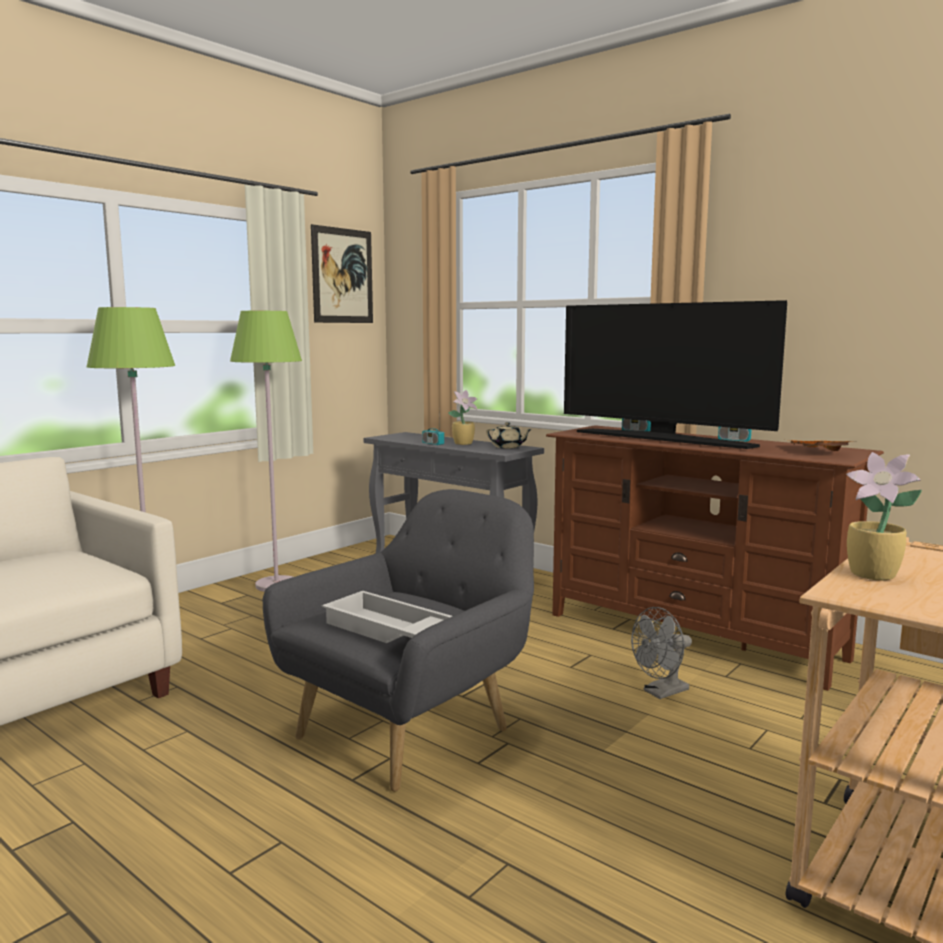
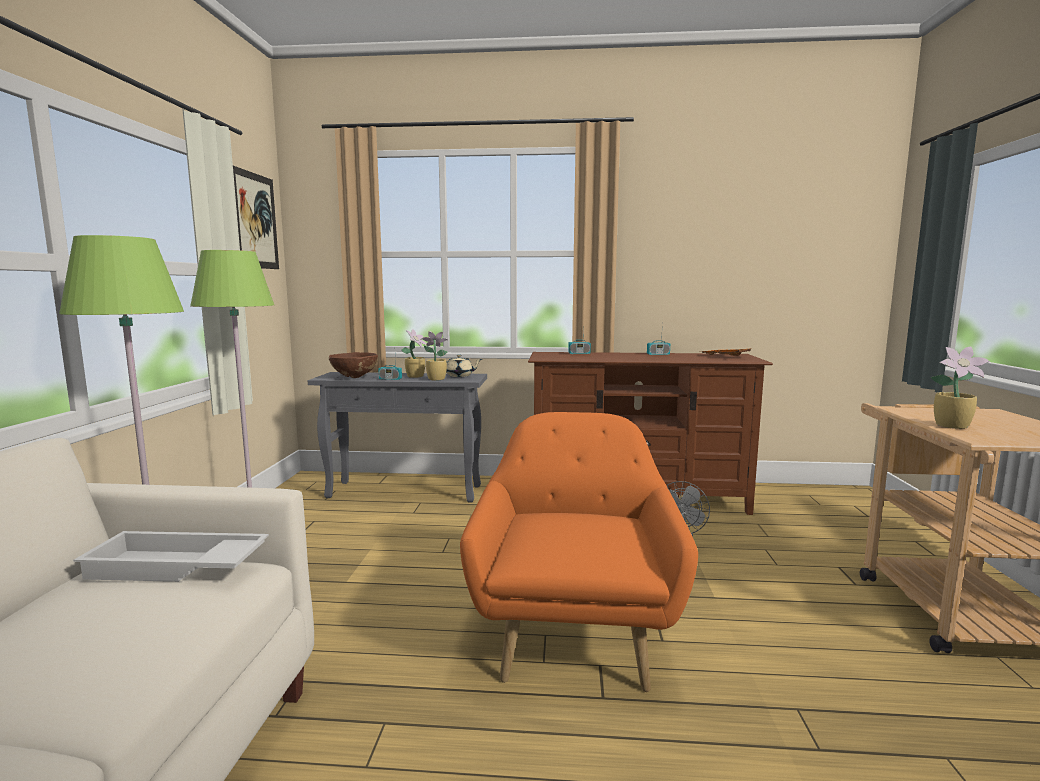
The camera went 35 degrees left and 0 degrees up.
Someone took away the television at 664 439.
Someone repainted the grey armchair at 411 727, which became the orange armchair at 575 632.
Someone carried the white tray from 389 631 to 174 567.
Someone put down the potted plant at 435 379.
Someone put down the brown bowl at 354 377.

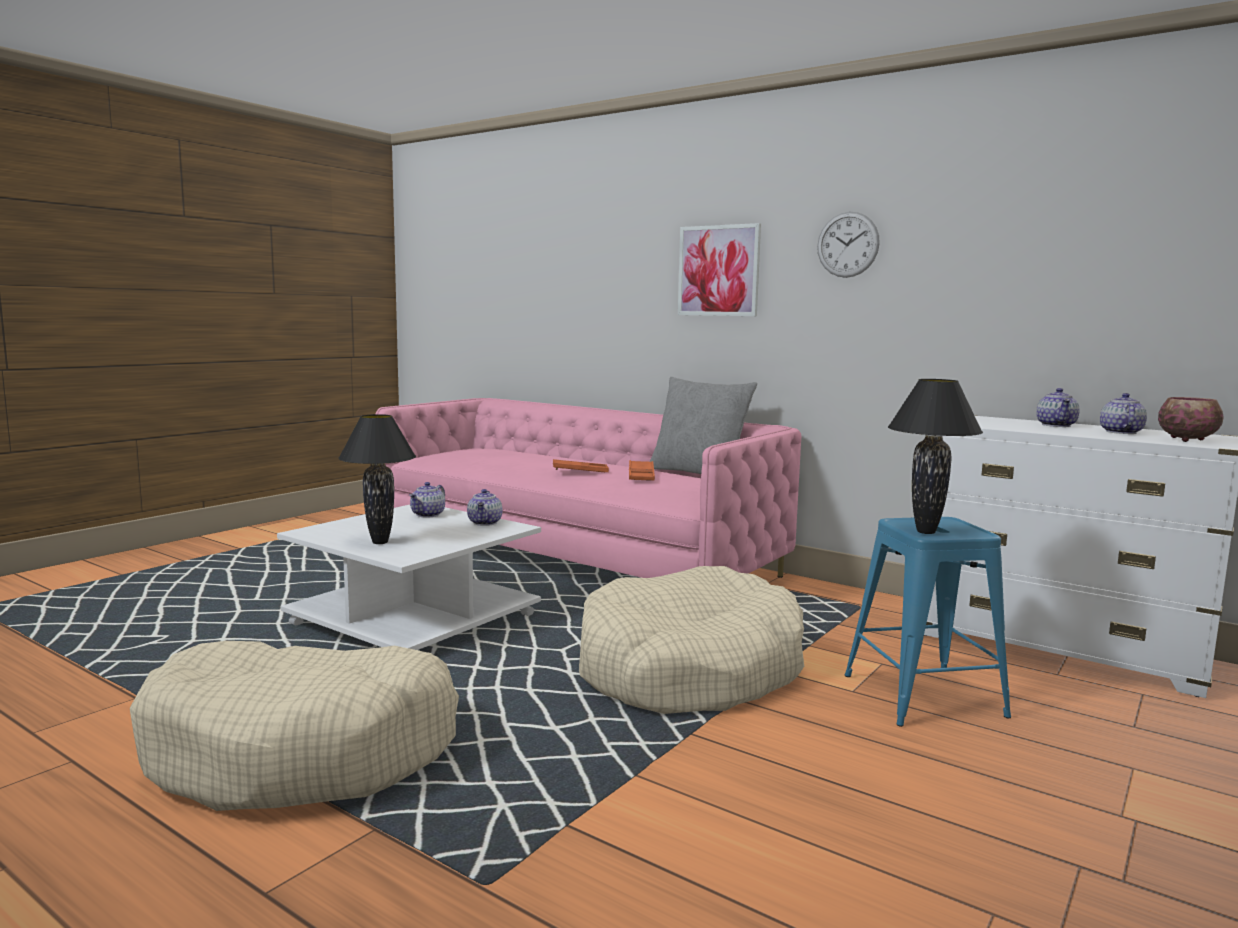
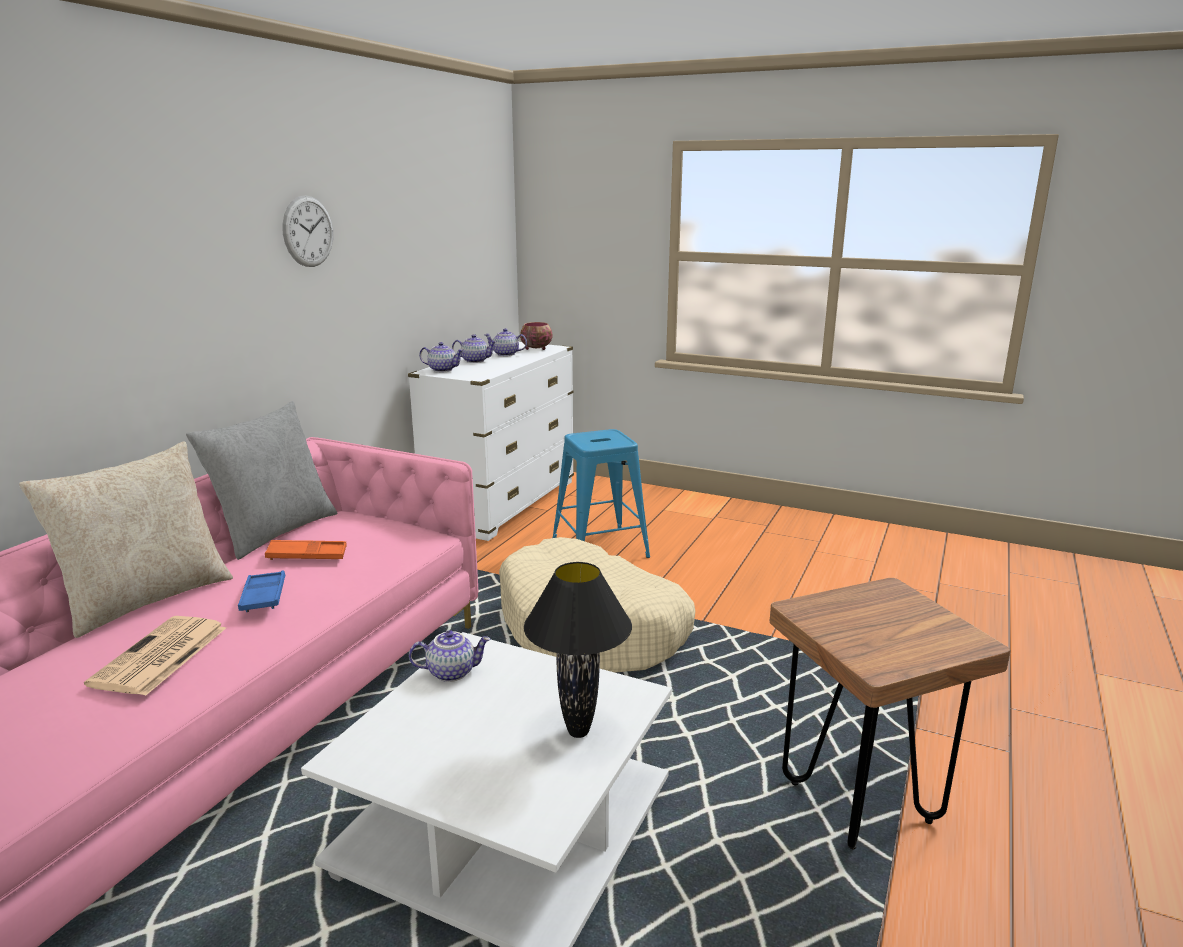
The camera went 100 degrees left and 10 degrees up.
Someone took away the picture at 718 271.
Someone took away the black table lamp at 926 532.
Someone repainted the orange tray at 580 471, which became the blue tray at 263 596.
Someone carried the teapot from 428 514 to 442 370.
Someone swapped the beige dog bed at 304 752 for the brown stool at 860 803.
Someone put down the beige pillow at 147 599.
Someone put down the newspaper at 159 657.

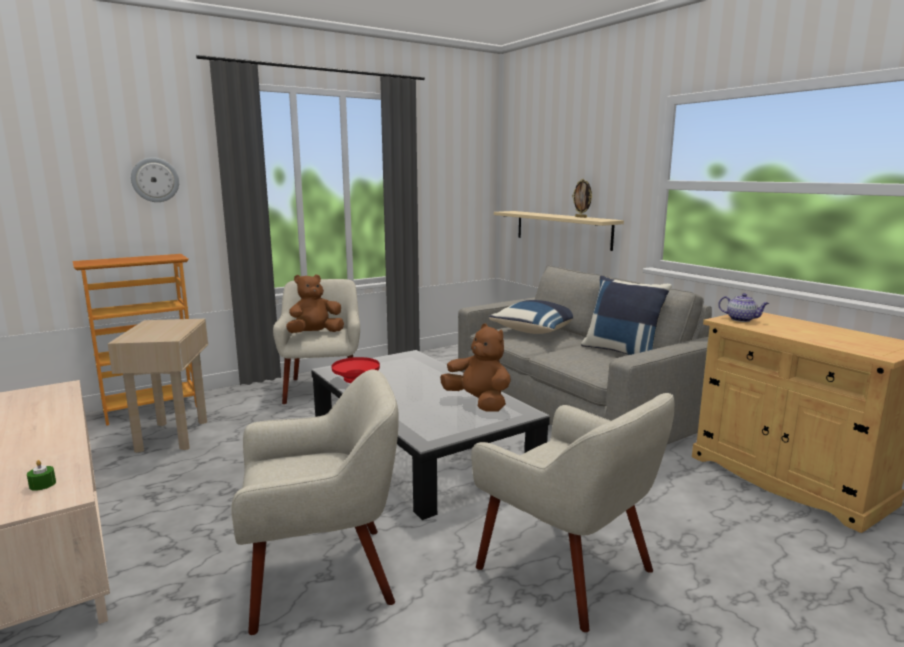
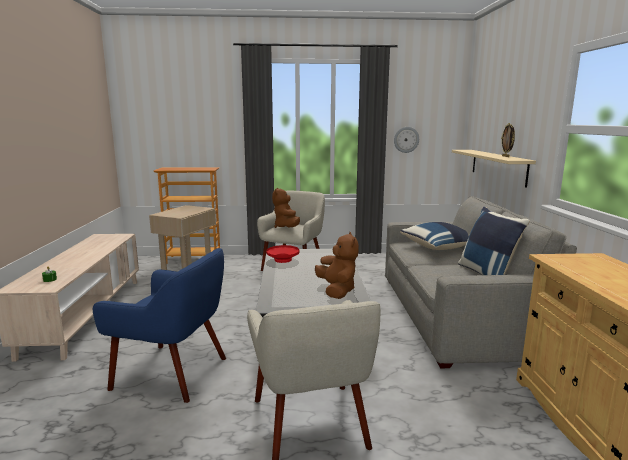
The camera went 30 degrees right and 0 degrees up.
Someone carried the wall clock from 155 180 to 406 139.
Someone rotated the brown plush toy at 315 334 by 90 degrees counterclockwise.
Someone took away the teapot at 742 319.
Someone repainted the beige armchair at 323 574, which became the blue armchair at 173 372.

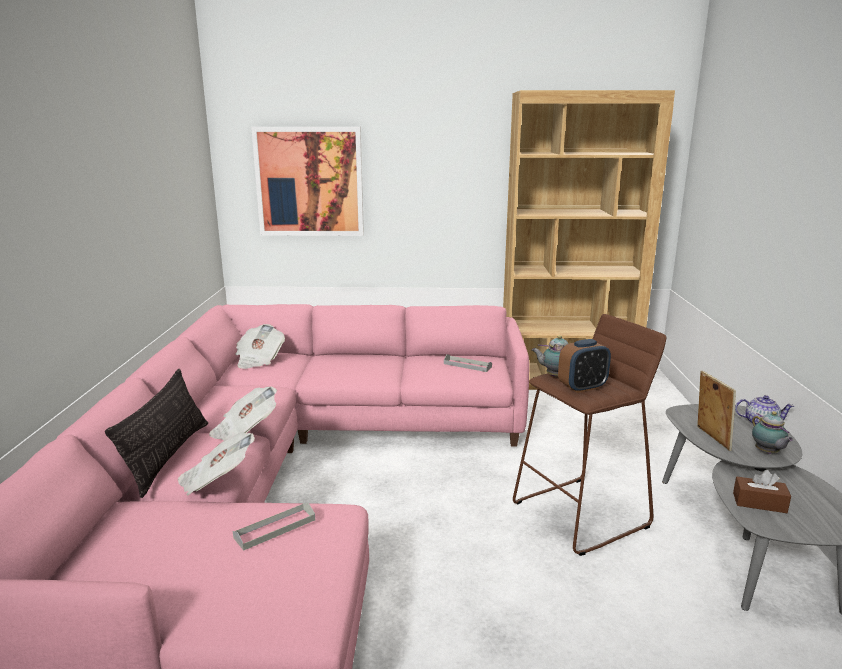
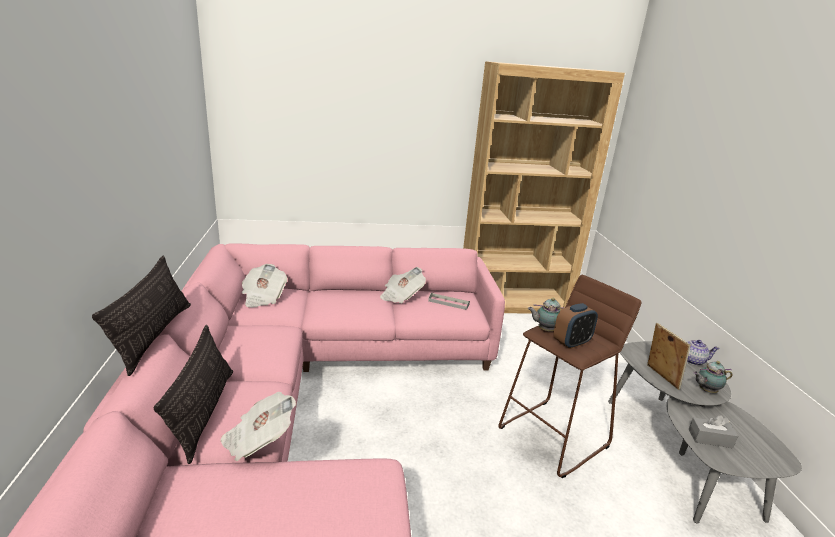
The camera went 10 degrees left and 5 degrees up.
Someone took away the picture at 309 182.
Someone carried the newspaper from 245 430 to 401 295.
Someone rotated the teapot at 767 452 by 105 degrees clockwise.
Someone repainted the brown tissue box at 759 503, which became the grey tissue box at 710 438.
Someone took away the grey tray at 275 528.
Someone put down the pillow at 154 336.

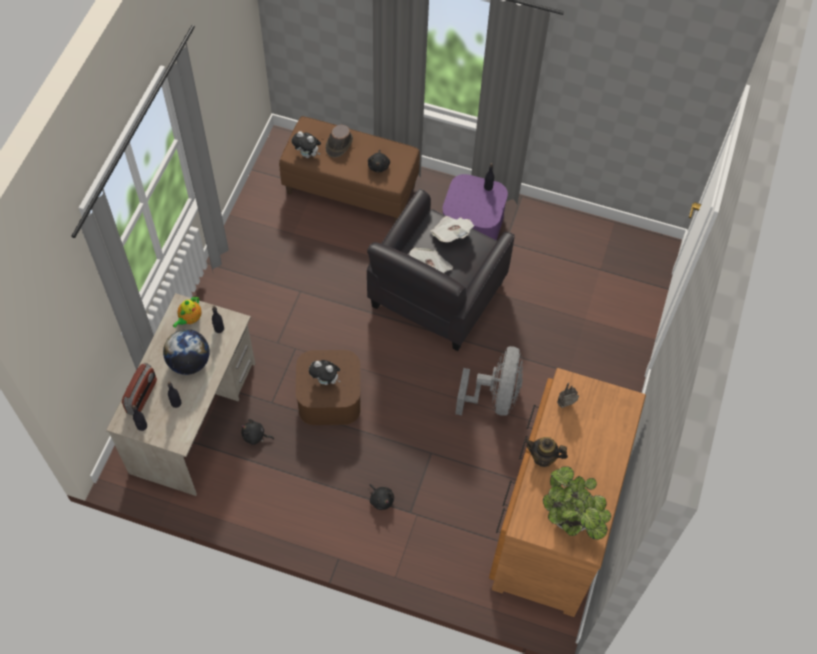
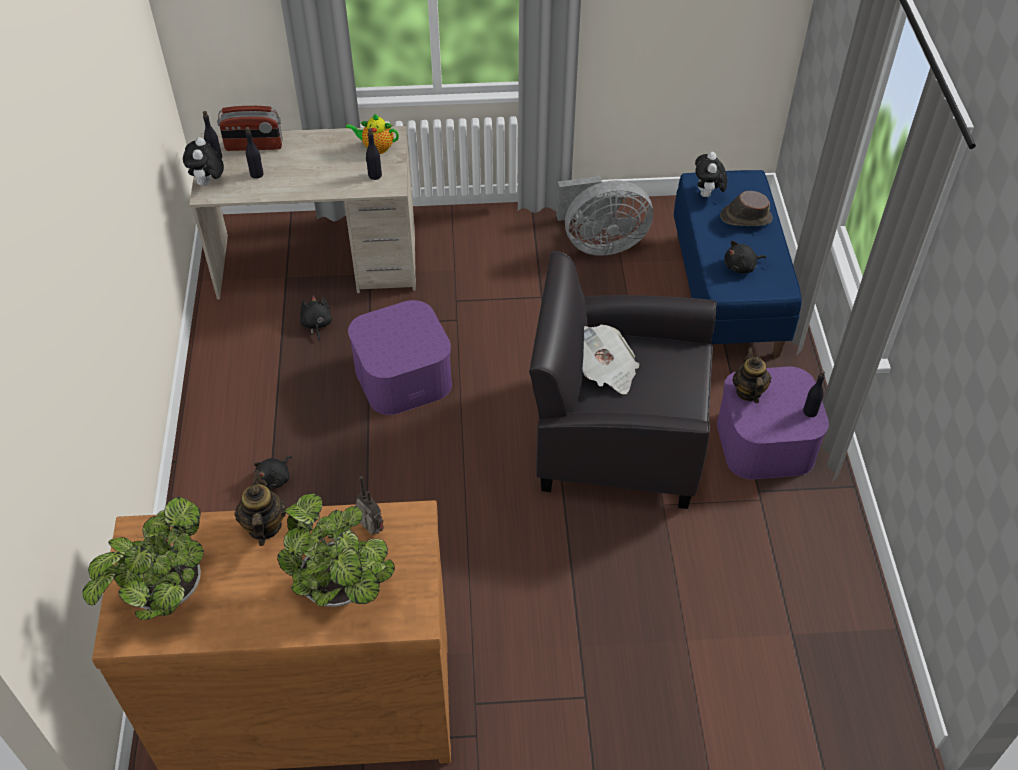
The camera went 70 degrees right and 10 degrees down.
Someone repainted the brown bench at 351 189, which became the blue bench at 727 294.
Someone took away the newspaper at 451 234.
Someone took away the globe at 189 362.
Someone carried the grey fan from 494 397 to 600 243.
Someone repainted the brown storage box at 329 396, which became the purple storage box at 403 375.
Someone carried the plush toy from 326 380 to 208 183.
Someone put down the teapot at 748 391.
Someone put down the potted plant at 342 591.

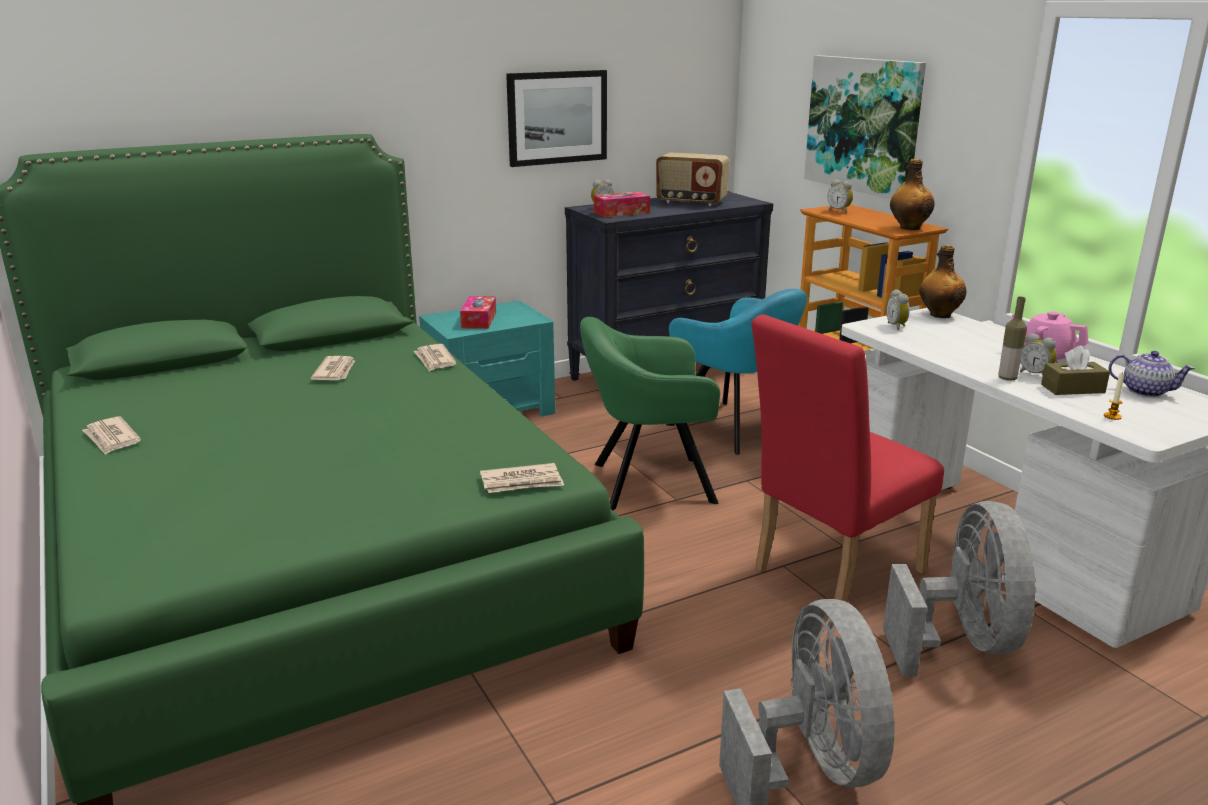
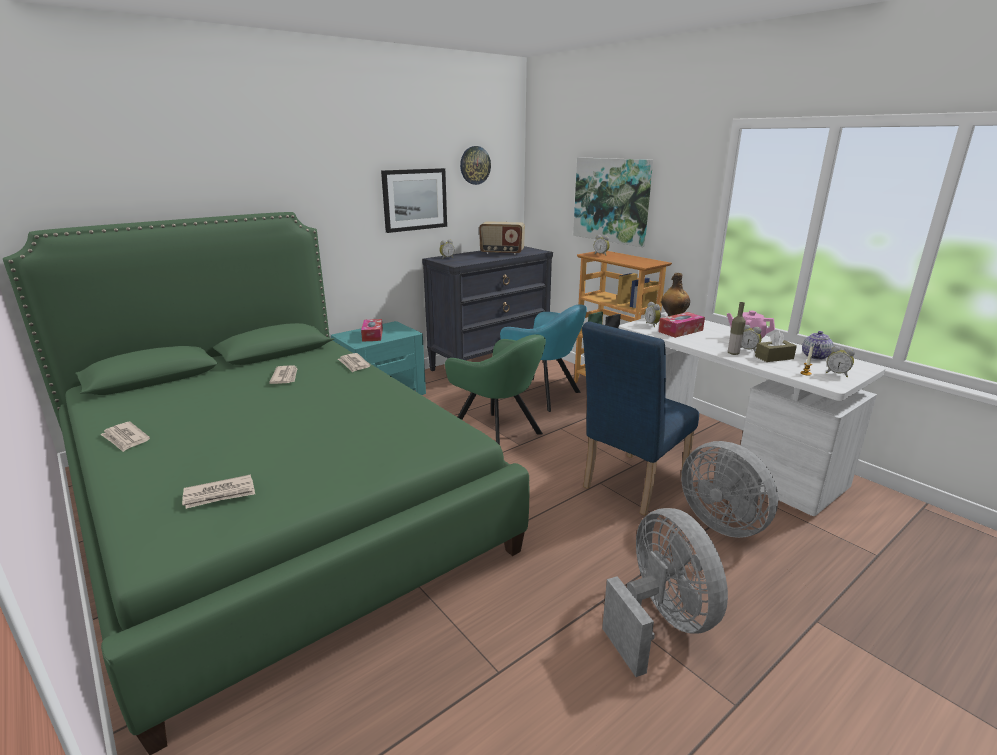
The camera went 10 degrees left and 0 degrees up.
Someone took away the bottle at 909 228.
Someone carried the tissue box from 621 212 to 680 331.
Someone repainted the red chair at 829 574, which became the blue chair at 630 485.
Someone rotated the green armchair at 647 483 by 120 degrees counterclockwise.
Someone rotated the teapot at 1145 391 by 105 degrees clockwise.
Someone carried the newspaper from 522 482 to 220 494.
Someone rotated the grey fan at 961 642 by 150 degrees clockwise.
Someone put up the wall clock at 475 165.
Someone put down the alarm clock at 837 374.

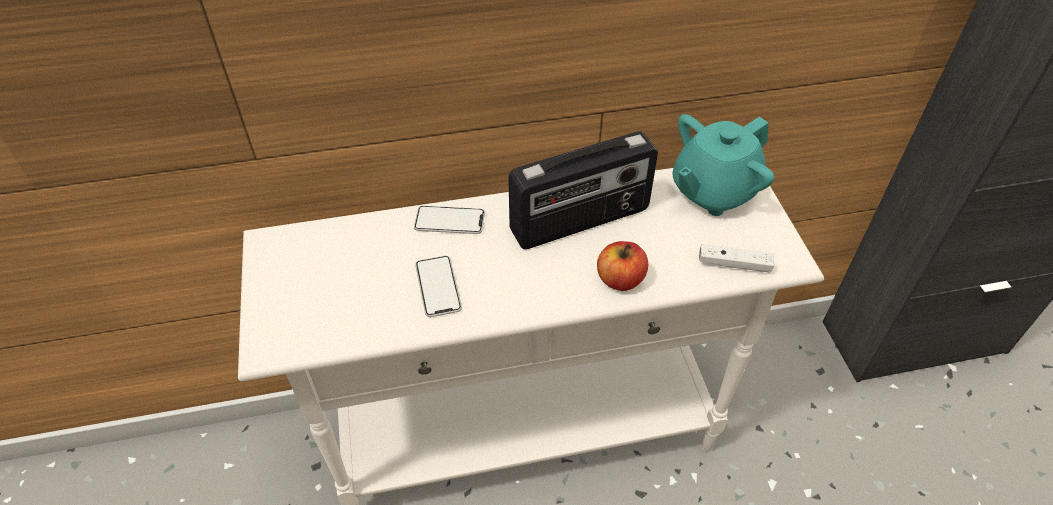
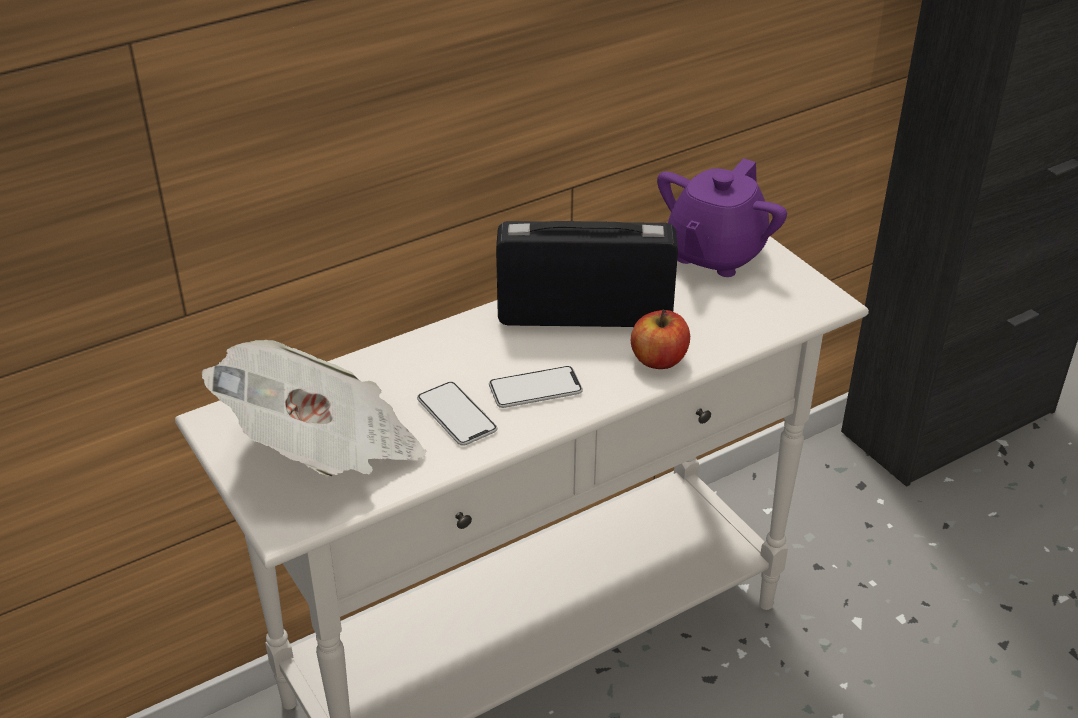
The camera went 20 degrees left and 10 degrees down.
Someone repainted the turquoise teapot at 713 191, which became the purple teapot at 714 254.
Someone rotated the radio at 580 221 by 135 degrees counterclockwise.
Someone carried the phone from 449 221 to 535 389.
Someone took away the white game controller at 734 264.
Someone put down the newspaper at 324 450.

